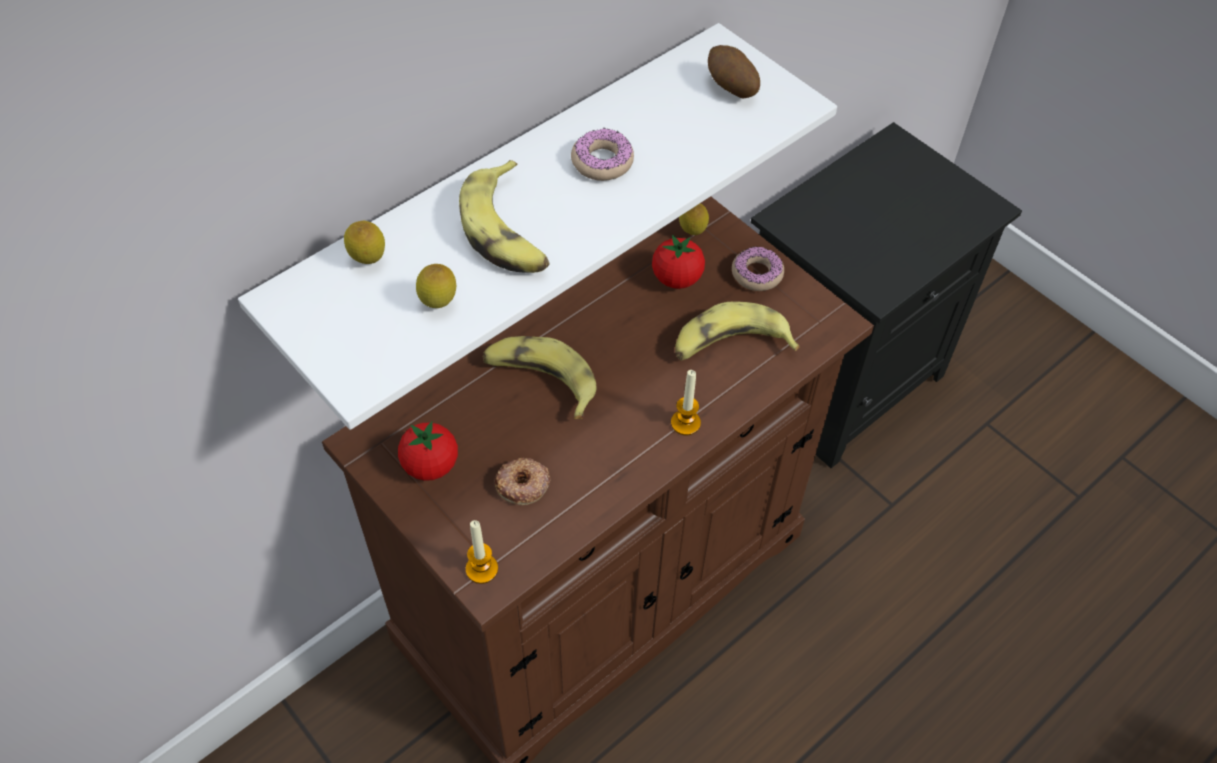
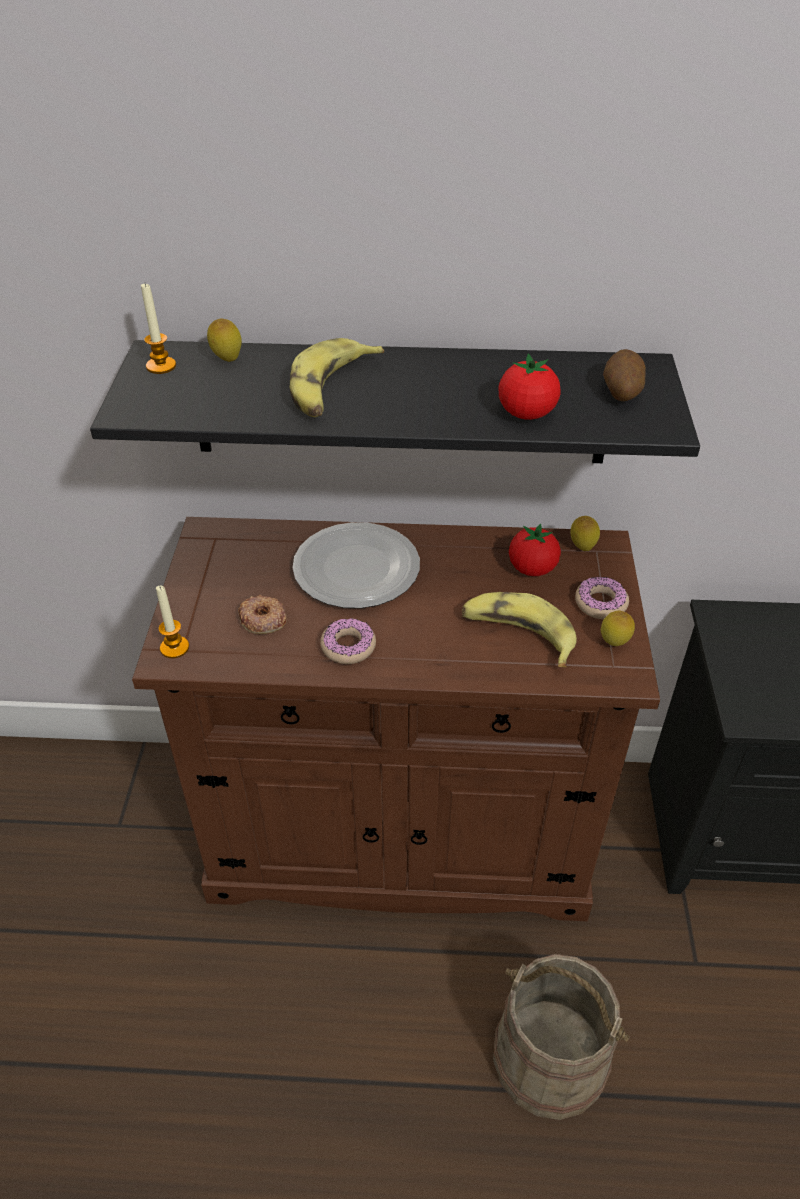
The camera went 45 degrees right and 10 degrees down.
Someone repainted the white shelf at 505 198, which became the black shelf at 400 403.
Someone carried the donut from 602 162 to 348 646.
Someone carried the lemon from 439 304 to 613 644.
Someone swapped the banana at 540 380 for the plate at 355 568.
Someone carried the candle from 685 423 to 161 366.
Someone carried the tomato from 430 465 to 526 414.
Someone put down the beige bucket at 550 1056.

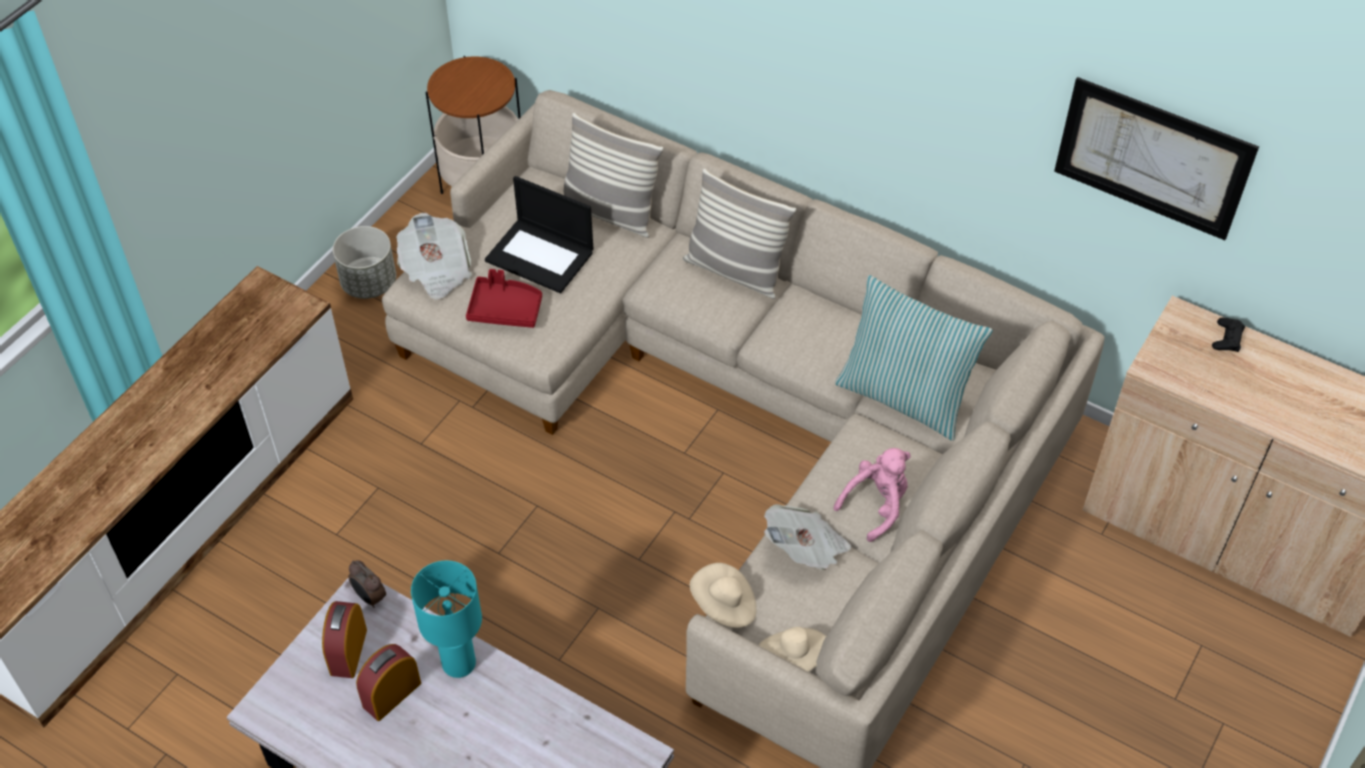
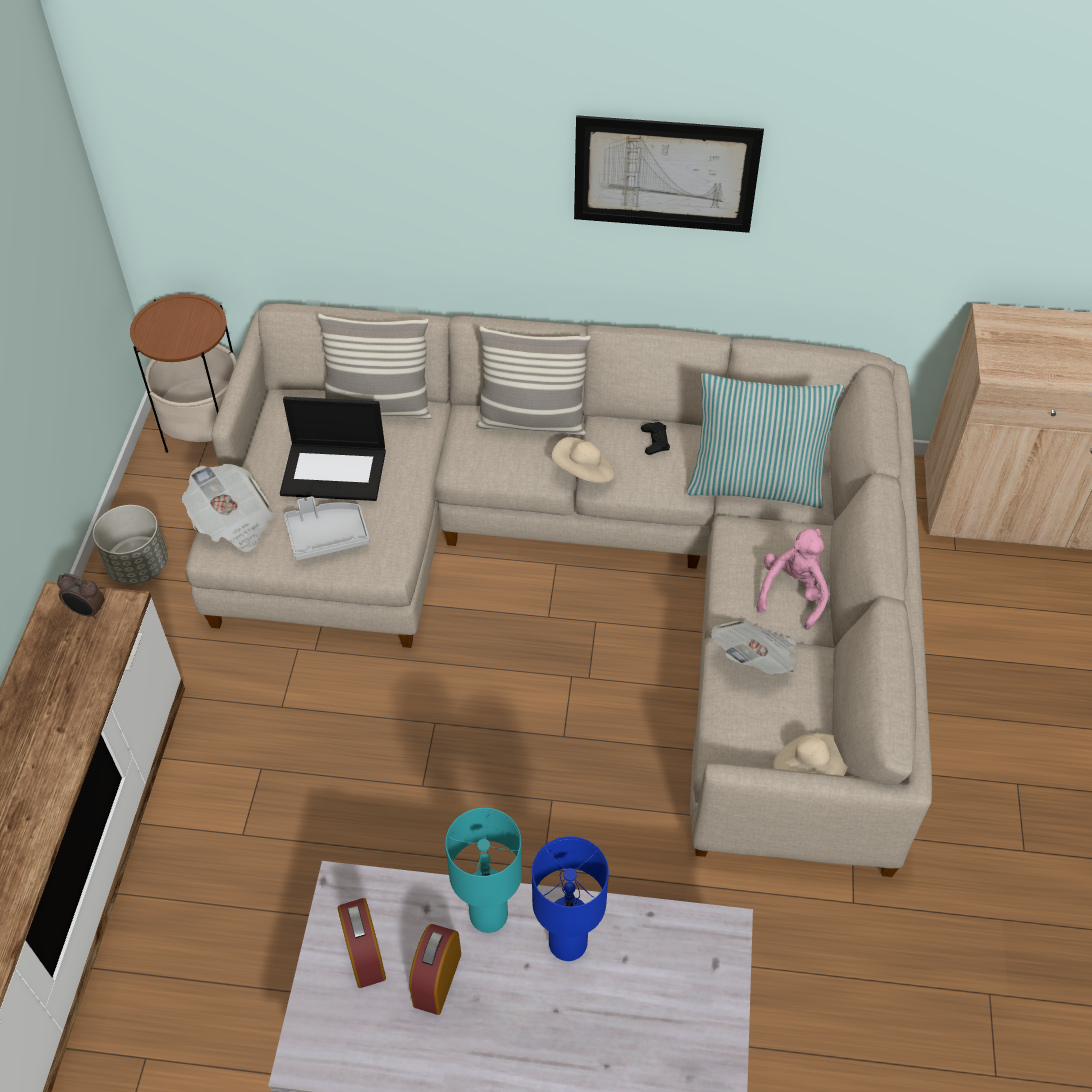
The camera went 25 degrees left and 0 degrees up.
Someone carried the picture from 1152 158 to 665 174.
Someone repainted the red tray at 505 309, which became the grey tray at 327 536.
Someone carried the black game controller from 1227 338 to 655 441.
Someone carried the alarm clock from 369 598 to 87 612.
Someone carried the beige hat from 724 606 to 584 473.
Someone put down the blue table lamp at 566 943.

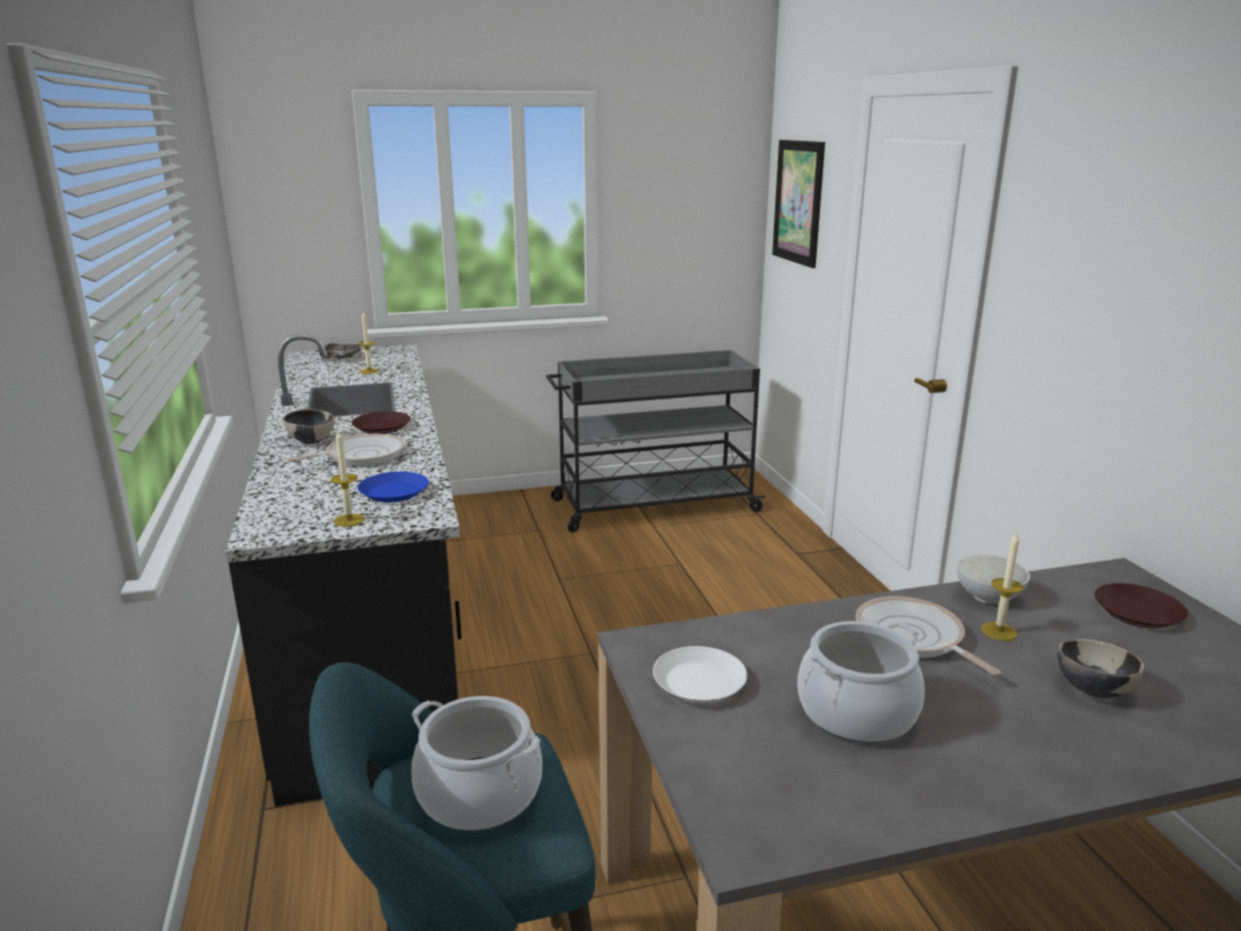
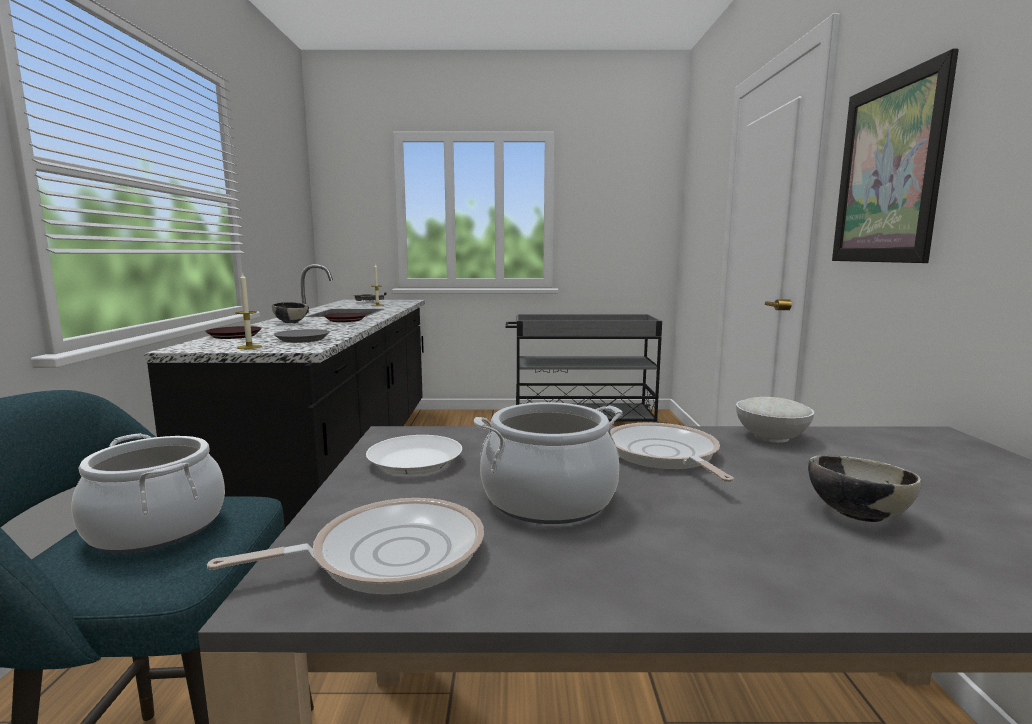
The camera went 15 degrees right and 10 degrees down.
Someone carried the picture from 798 202 to 888 171.
Someone carried the frying pan from 360 456 to 388 555.
Someone repainted the blue plate at 393 492, which became the grey plate at 302 339.
Someone took away the candle at 999 631.
Someone carried the brown plate from 1137 613 to 234 336.

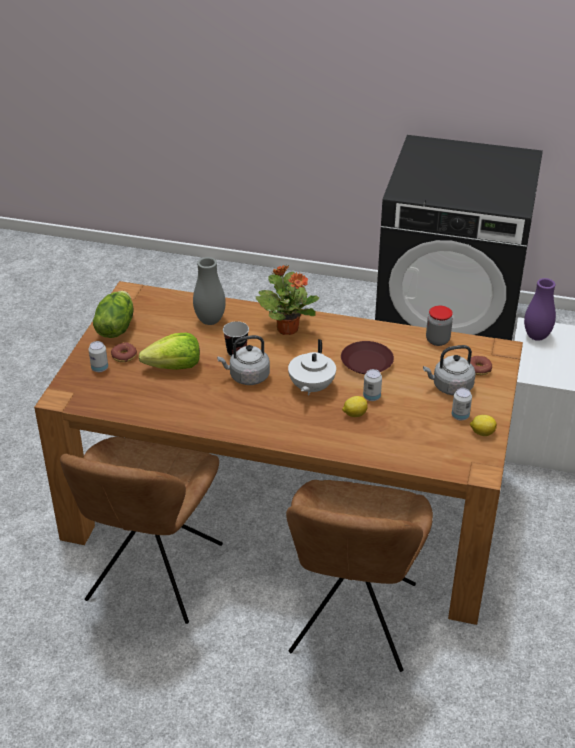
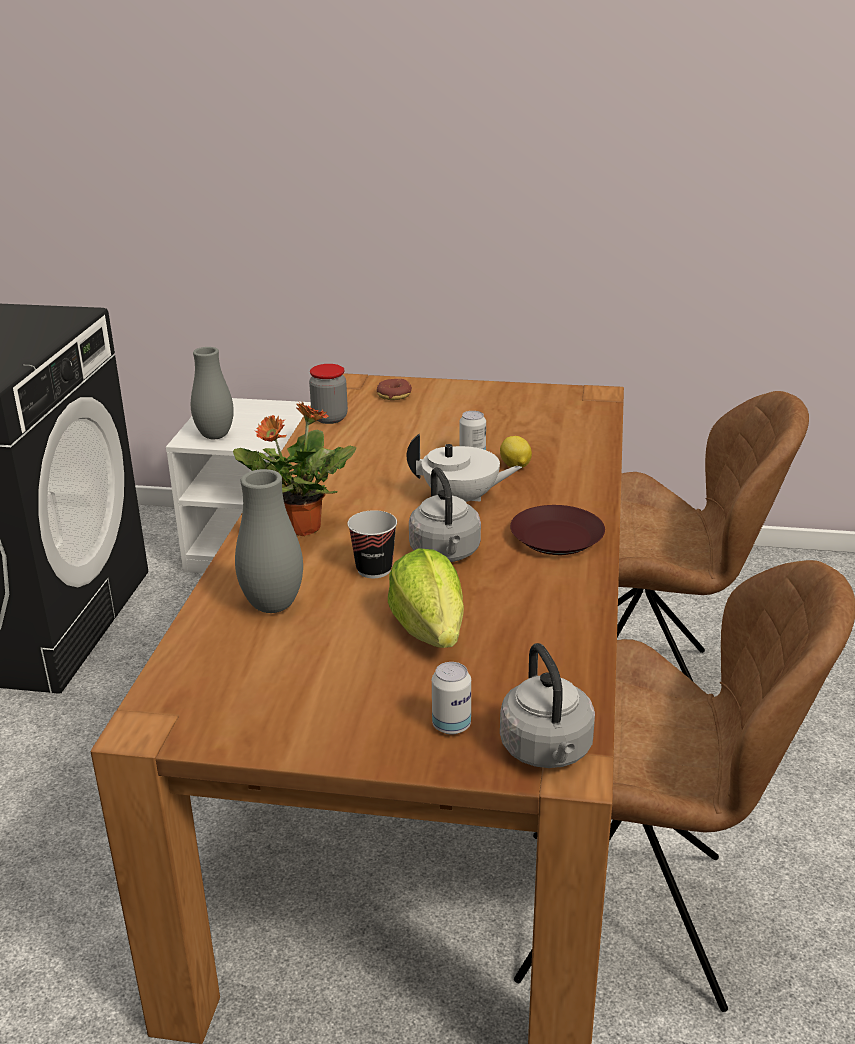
The camera went 95 degrees left and 10 degrees down.
Someone repainted the purple vase at 536 336, which became the grey vase at 215 436.
Someone took away the lettuce at 115 328.
Someone carried the brown plate from 366 362 to 557 538.
Someone took away the donut at 124 356.
Someone carried the grey kettle from 450 387 to 547 751.
Someone took away the can at 460 416.
Someone took away the lemon at 482 433.

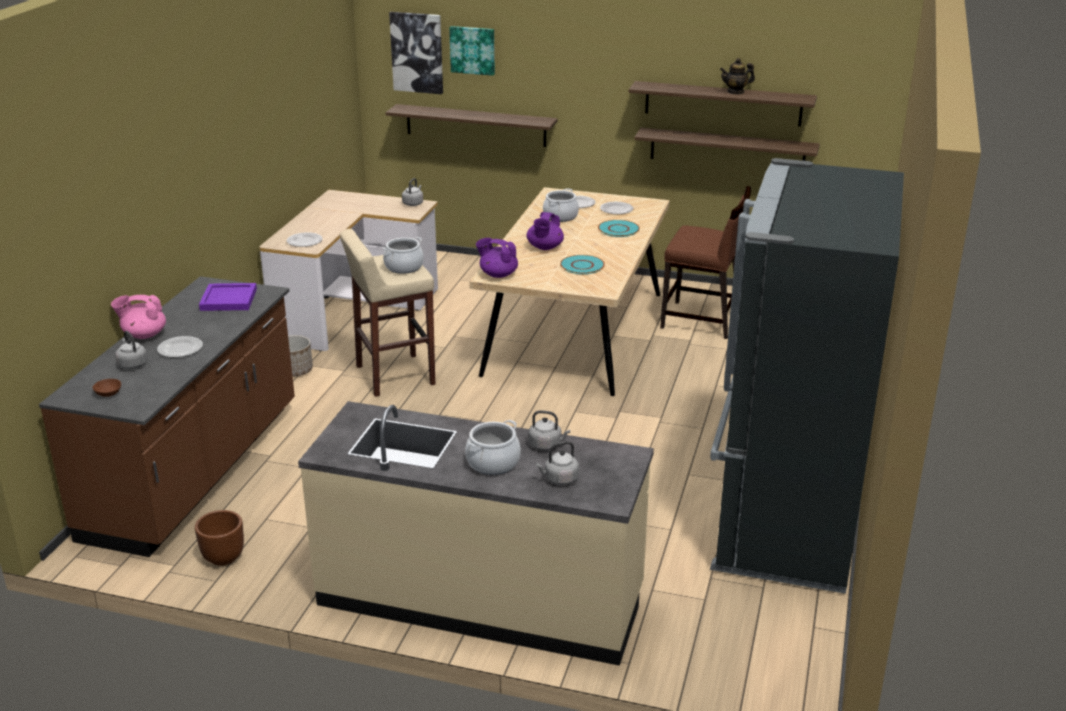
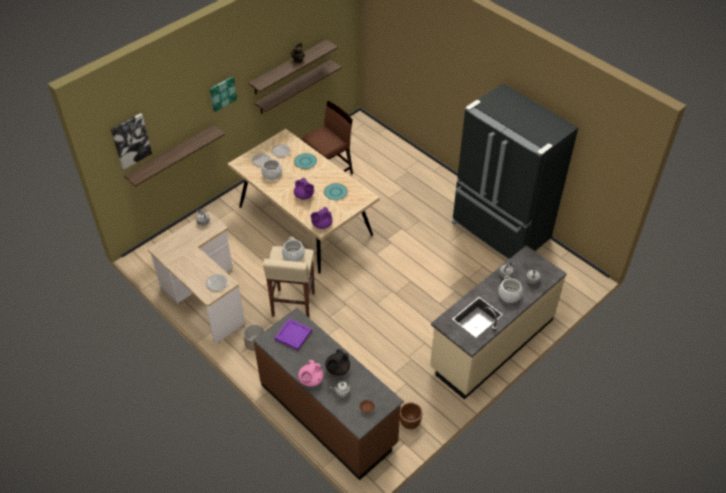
The camera went 60 degrees left and 20 degrees up.
Someone carried the picture from 473 50 to 222 93.
Someone swapped the plate at 180 348 for the black teapot at 337 369.

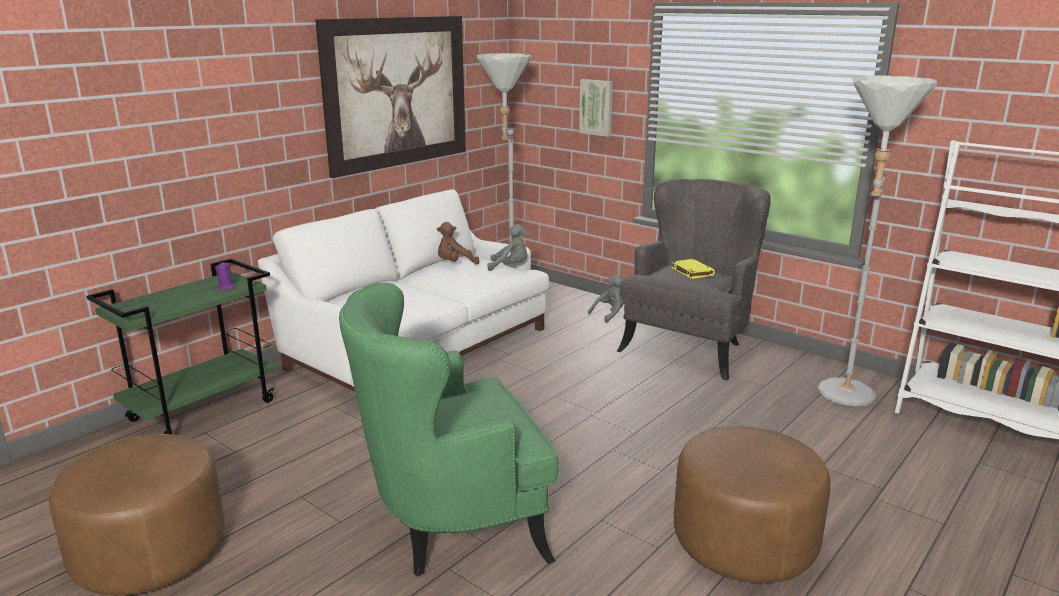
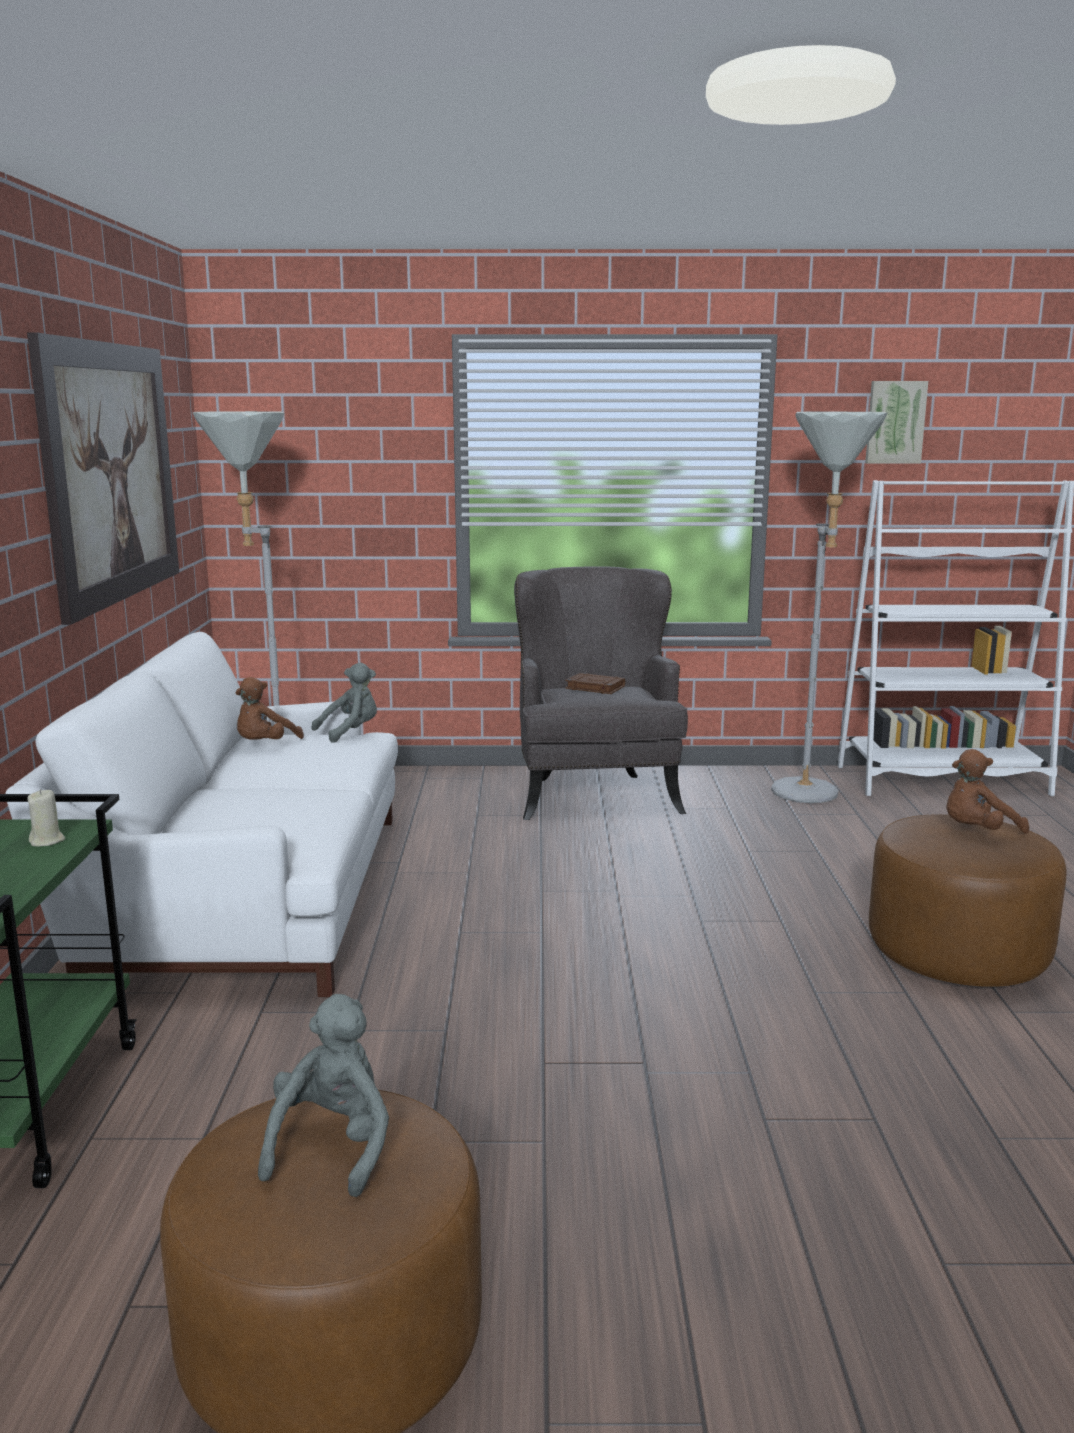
The camera went 40 degrees left and 5 degrees down.
Someone carried the picture from 597 107 to 895 422.
Someone repainted the yellow book at 691 271, which became the brown book at 594 687.
Someone repainted the purple candle at 226 287, which became the beige candle at 47 841.
Someone carried the grey plush toy from 609 314 to 332 1146.
Someone took away the green armchair at 452 527.
Someone put down the brown plush toy at 977 832.

